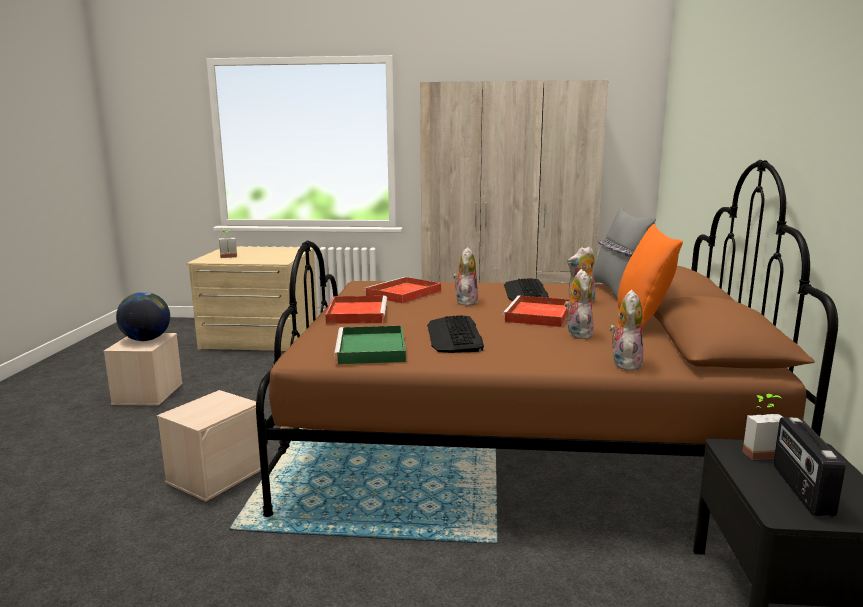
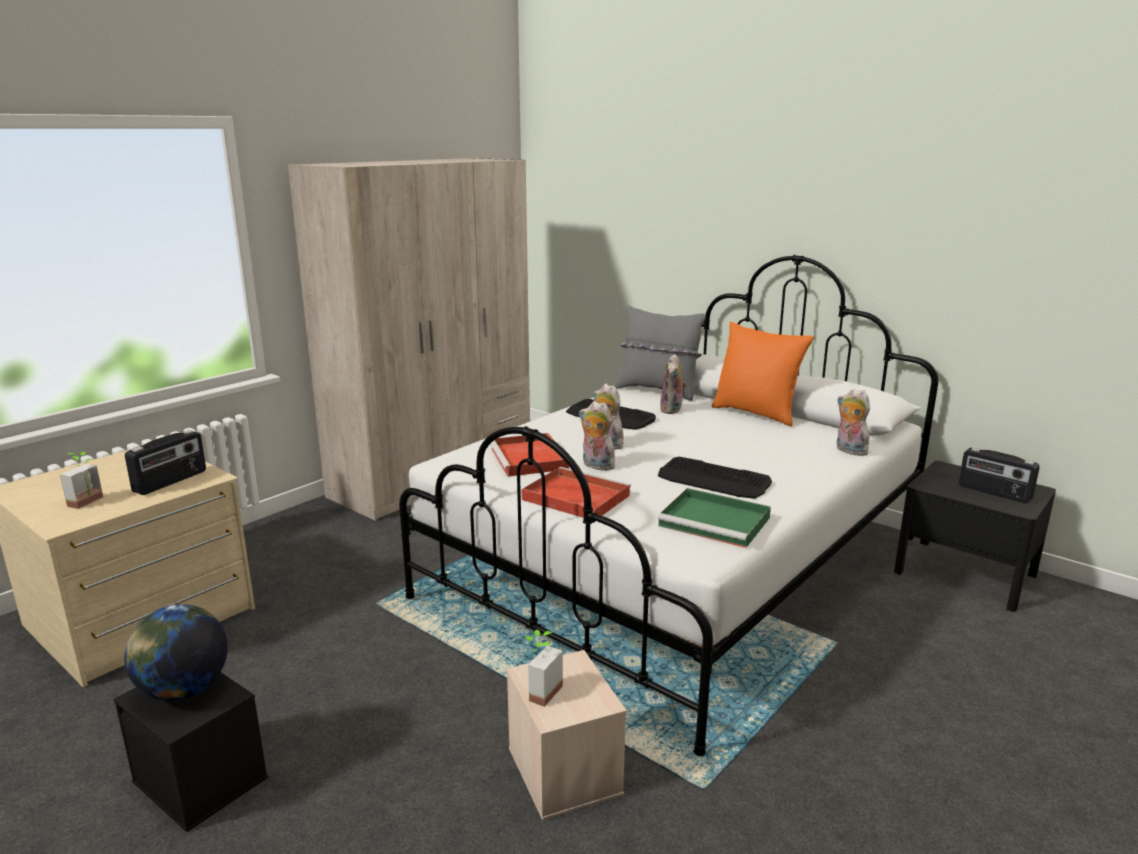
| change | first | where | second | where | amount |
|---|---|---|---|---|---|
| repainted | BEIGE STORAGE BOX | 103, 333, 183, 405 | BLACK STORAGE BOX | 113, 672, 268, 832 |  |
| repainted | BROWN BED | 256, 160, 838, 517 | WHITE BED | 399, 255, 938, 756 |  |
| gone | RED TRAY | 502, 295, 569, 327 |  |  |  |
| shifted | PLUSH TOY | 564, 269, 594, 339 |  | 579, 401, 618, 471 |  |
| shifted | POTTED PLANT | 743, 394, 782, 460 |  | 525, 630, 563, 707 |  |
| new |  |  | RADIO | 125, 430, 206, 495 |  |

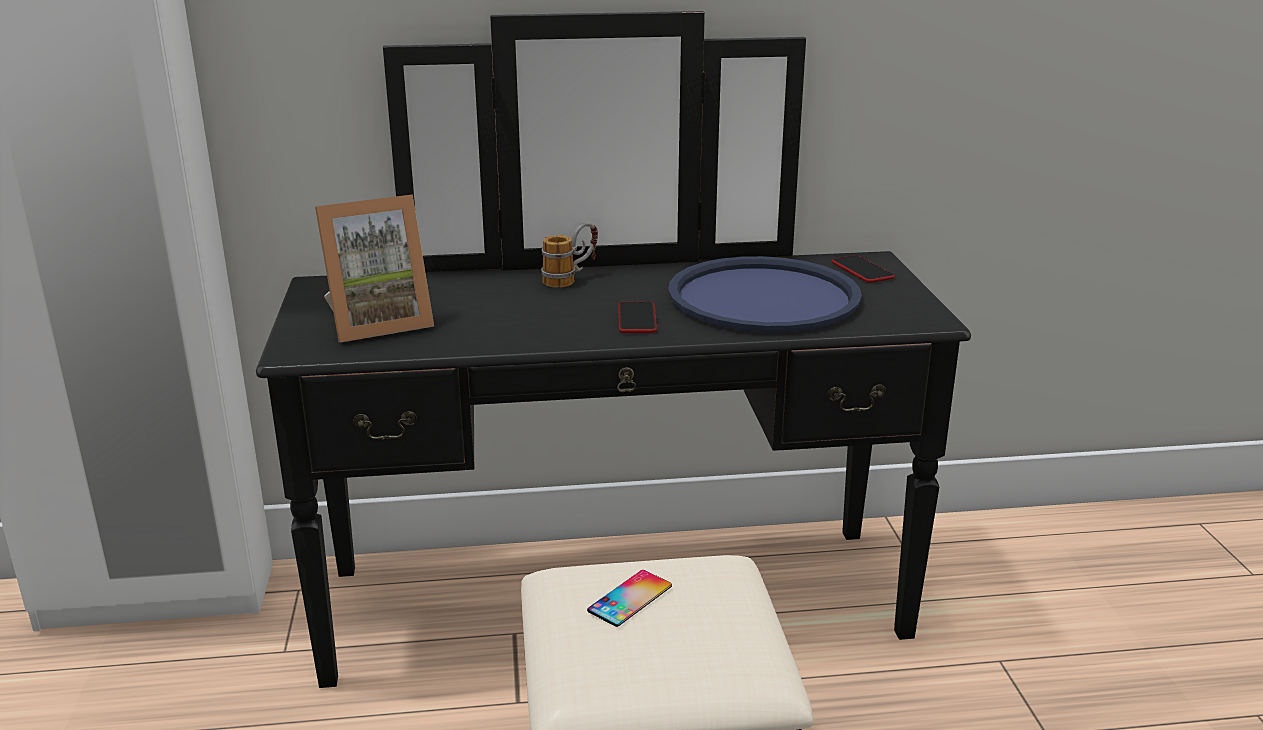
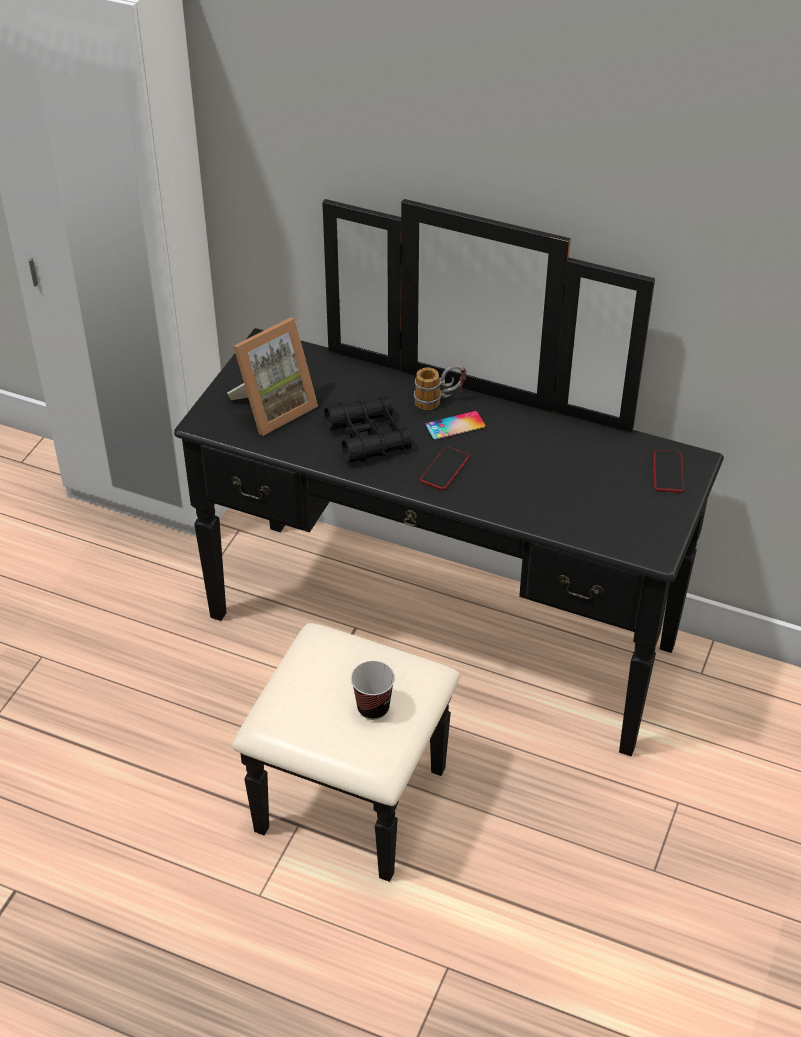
| change | first | where | second | where | amount |
|---|---|---|---|---|---|
| rotated | PICTURE FRAME | 315, 194, 434, 343 |  | 227, 317, 318, 436 | 45 degrees counterclockwise |
| shifted | PHONE | 587, 570, 672, 627 |  | 425, 411, 486, 440 |  |
| gone | BLUE TRAY | 668, 256, 862, 332 |  |  |  |
| new |  |  | BLACK BINOCULARS | 324, 396, 412, 463 |  |
| new |  |  | CUP | 351, 661, 395, 720 |  |

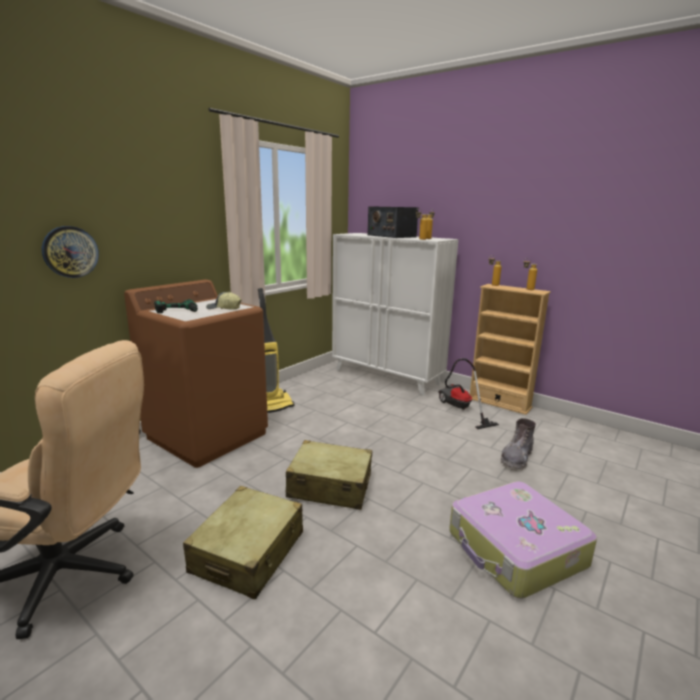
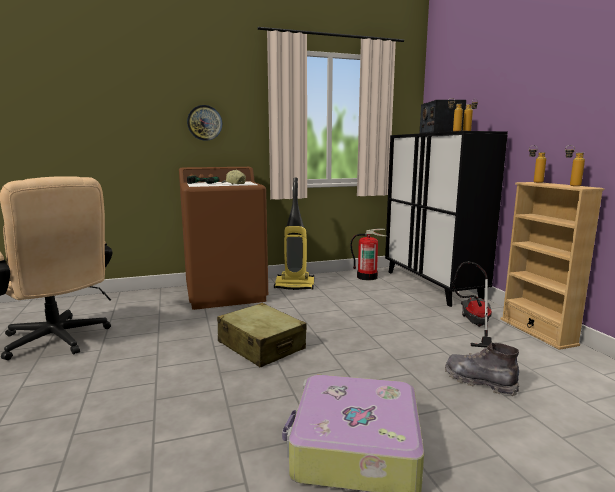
| change | first | where | second | where | amount |
|---|---|---|---|---|---|
| shifted | WALL CLOCK | 42, 226, 99, 278 |  | 187, 105, 222, 141 |  |
| gone | BEIGE SUITCASE | 183, 486, 303, 599 |  |  |  |
| repainted | WHITE CABINET | 332, 233, 458, 396 | BLACK CABINET | 385, 131, 508, 307 |  |
| rotated | GREY BOOT | 501, 418, 536, 471 |  | 445, 342, 519, 396 | 60 degrees clockwise |
| new |  |  | FIRE EXTINGUISHER | 350, 228, 386, 280 |  |

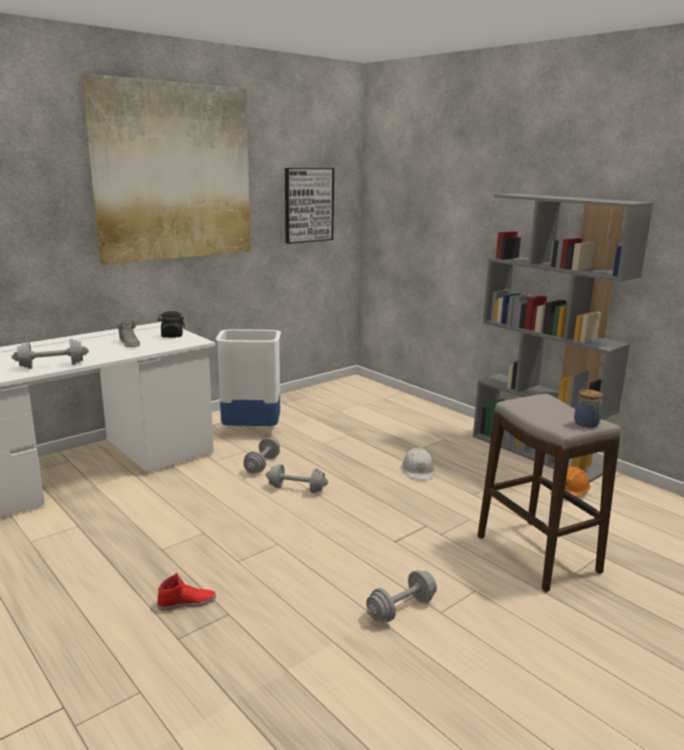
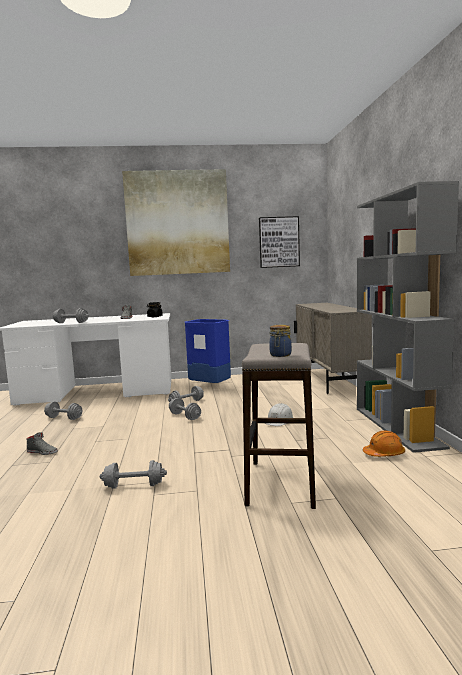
| change | first | where | second | where | amount |
|---|---|---|---|---|---|
| repainted | RED SHOE | 157, 573, 216, 610 | GREY SHOE | 26, 432, 58, 455 |  |
| repainted | WHITE TRASH CAN | 216, 329, 281, 426 | BLUE TRASH CAN | 185, 319, 231, 383 |  |
| new |  |  | GREY DUMBBELL | 44, 402, 82, 420 |  |
| new |  |  | BEIGE CABINET | 294, 303, 372, 394 |  |

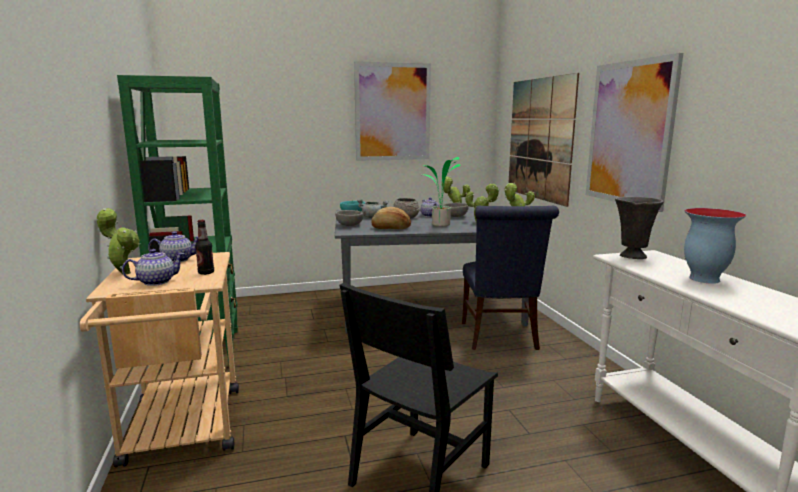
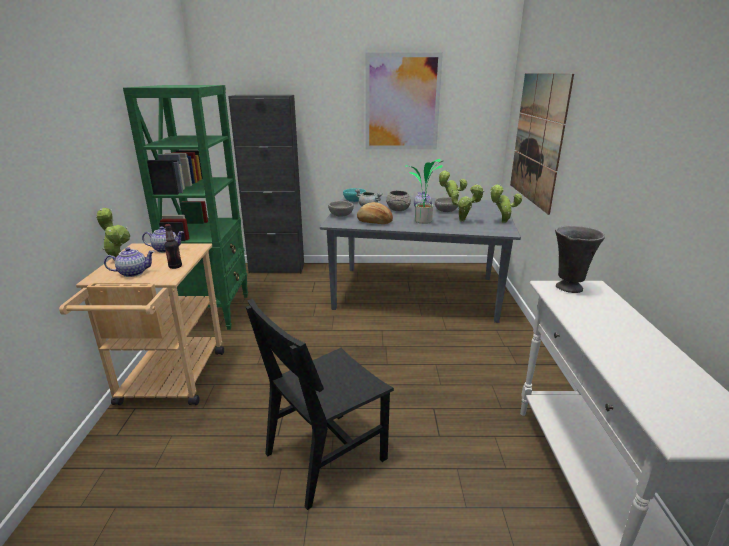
| change | first | where | second | where | amount |
|---|---|---|---|---|---|
| gone | BLUE CHAIR | 462, 206, 559, 350 |  |  |  |
| gone | PICTURE | 586, 53, 683, 212 |  |  |  |
| gone | VASE | 684, 208, 747, 284 |  |  |  |
| new |  |  | BLACK CABINET | 228, 95, 304, 273 |  |

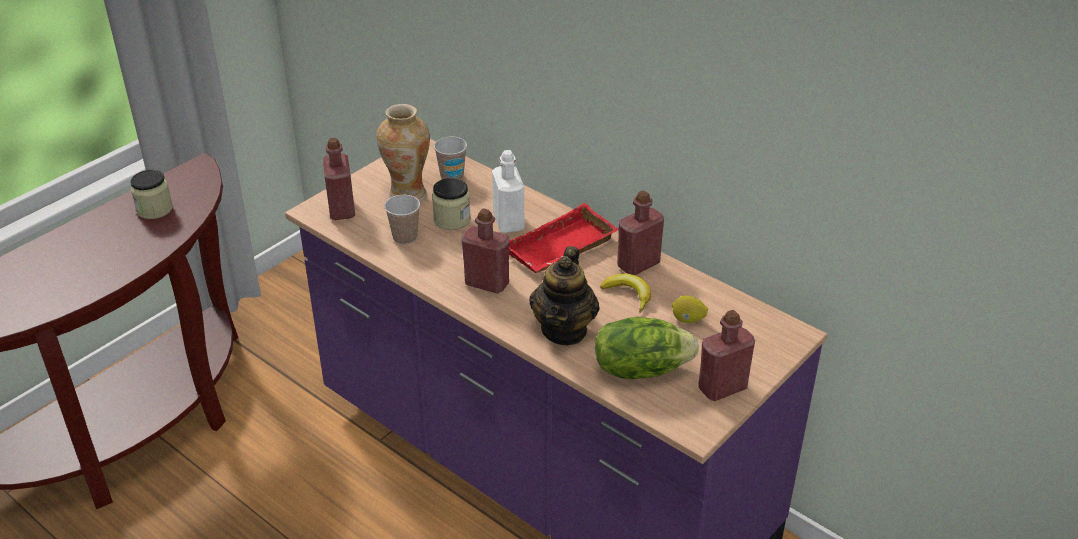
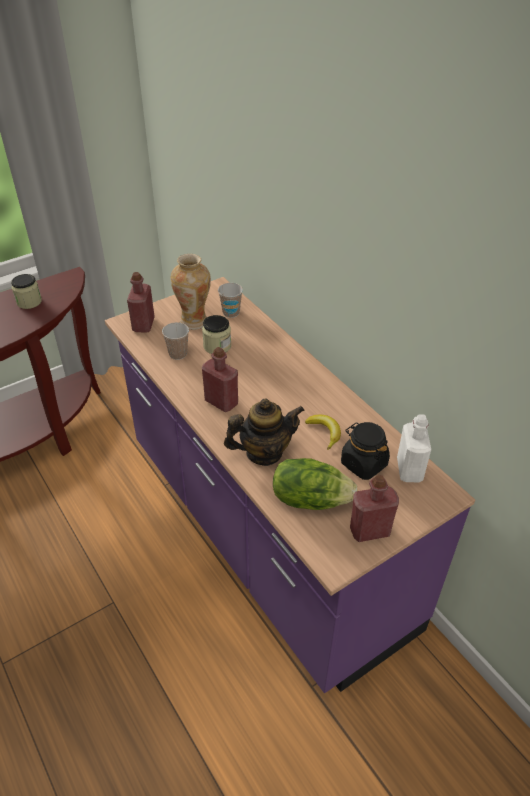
| change | first | where | second | where | amount |
|---|---|---|---|---|---|
| shifted | WHITE BOTTLE | 492, 150, 525, 233 |  | 397, 414, 431, 482 |  |
| gone | RED TRAY | 509, 203, 619, 273 |  |  |  |
| rotated | TEAPOT | 529, 246, 600, 345 |  | 224, 398, 304, 466 | 135 degrees counterclockwise |
| gone | RED BOTTLE | 617, 191, 664, 275 |  |  |  |
| swapped | LEMON | 672, 295, 708, 323 | BLACK JAR | 341, 422, 390, 480 |  |

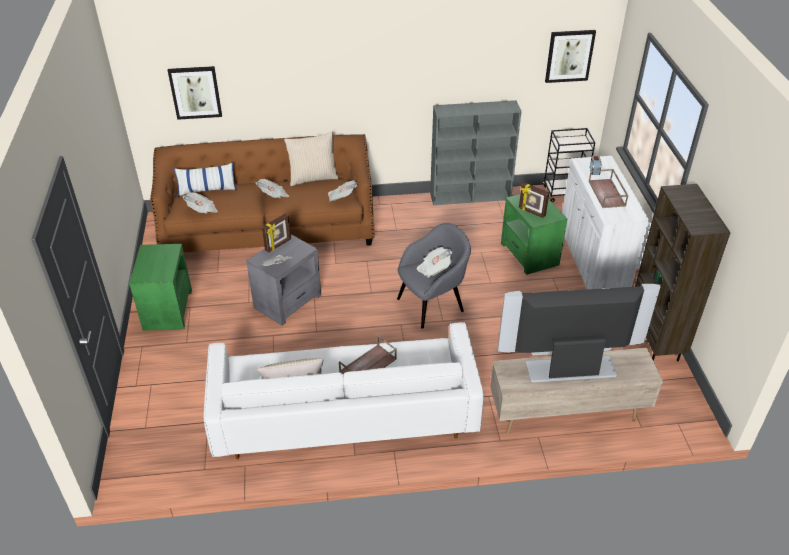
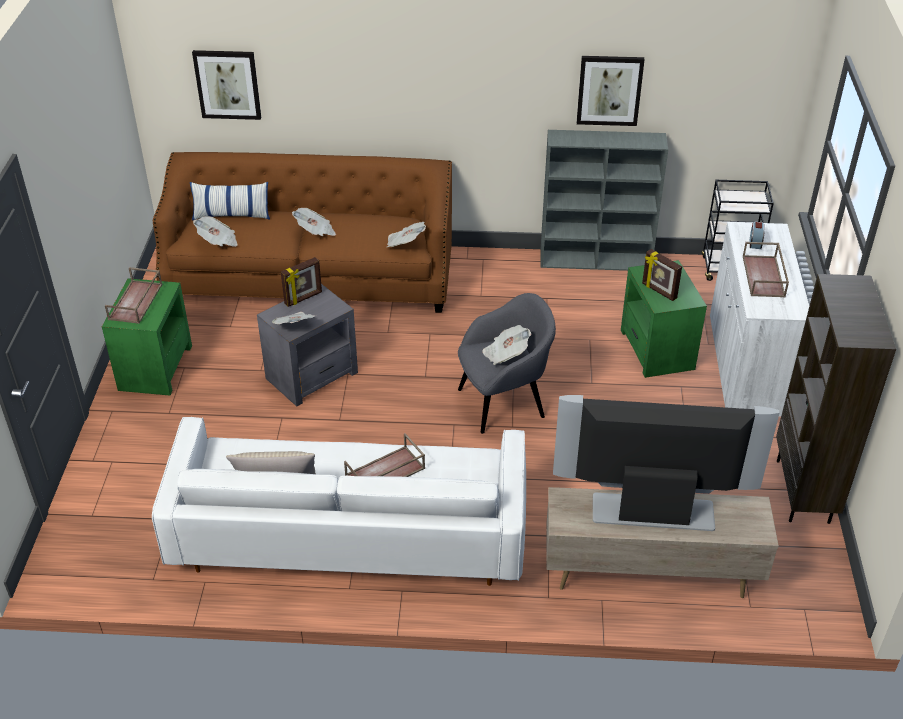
| change | first | where | second | where | amount |
|---|---|---|---|---|---|
| gone | BEIGE PILLOW | 284, 132, 339, 186 |  |  |  |
| shifted | PICTURE | 545, 30, 596, 83 |  | 577, 56, 645, 126 |  |
| new |  |  | BROWN TRAY | 105, 267, 162, 324 |  |

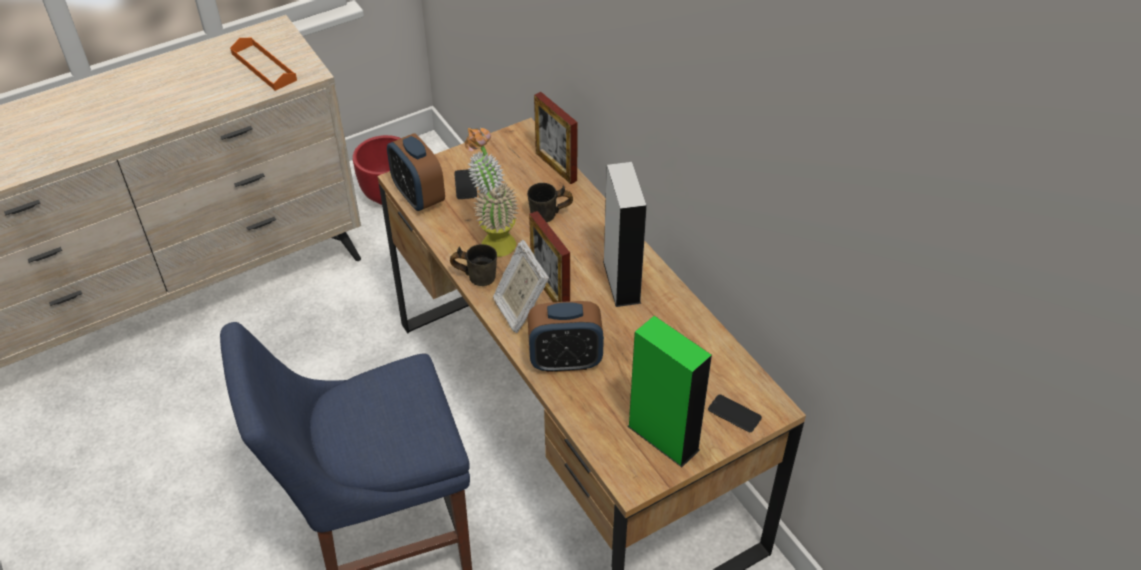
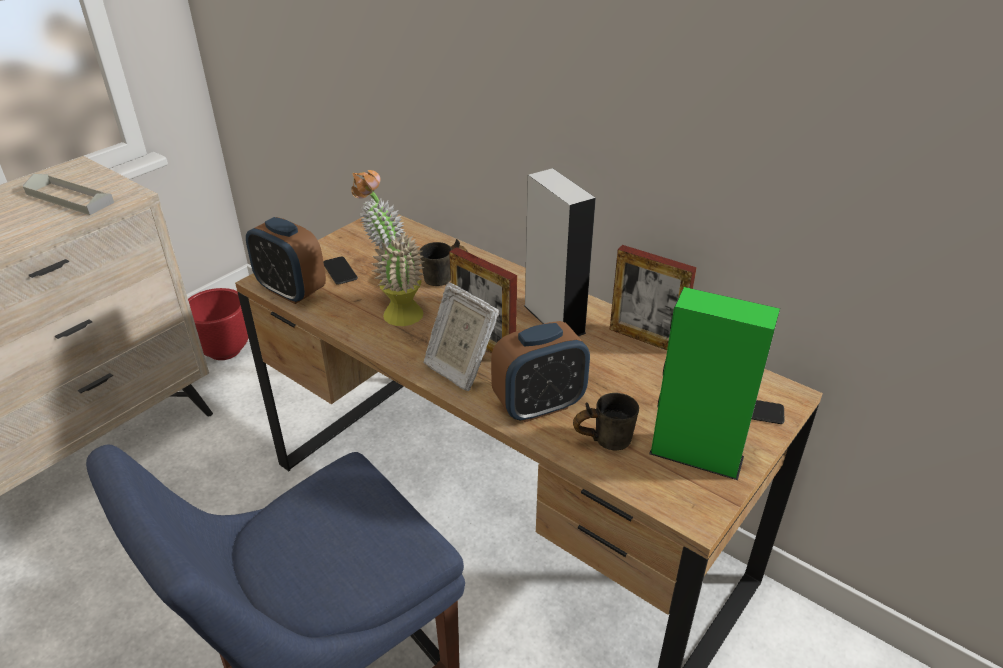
| change | first | where | second | where | amount |
|---|---|---|---|---|---|
| repainted | ORANGE TRAY | 230, 38, 297, 91 | GREY TRAY | 23, 174, 114, 215 |  |
| shifted | GREY MUG | 450, 244, 497, 286 |  | 573, 393, 639, 450 |  |
| shifted | PICTURE FRAME | 534, 92, 578, 184 |  | 610, 245, 697, 350 |  |

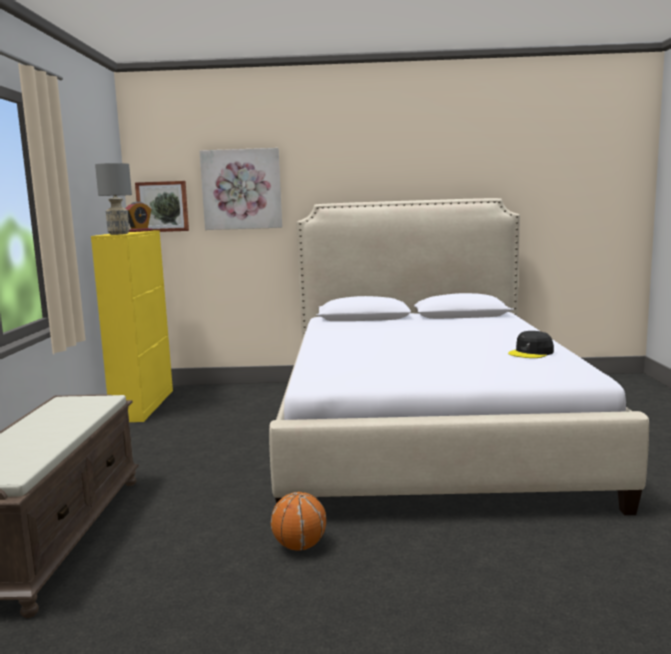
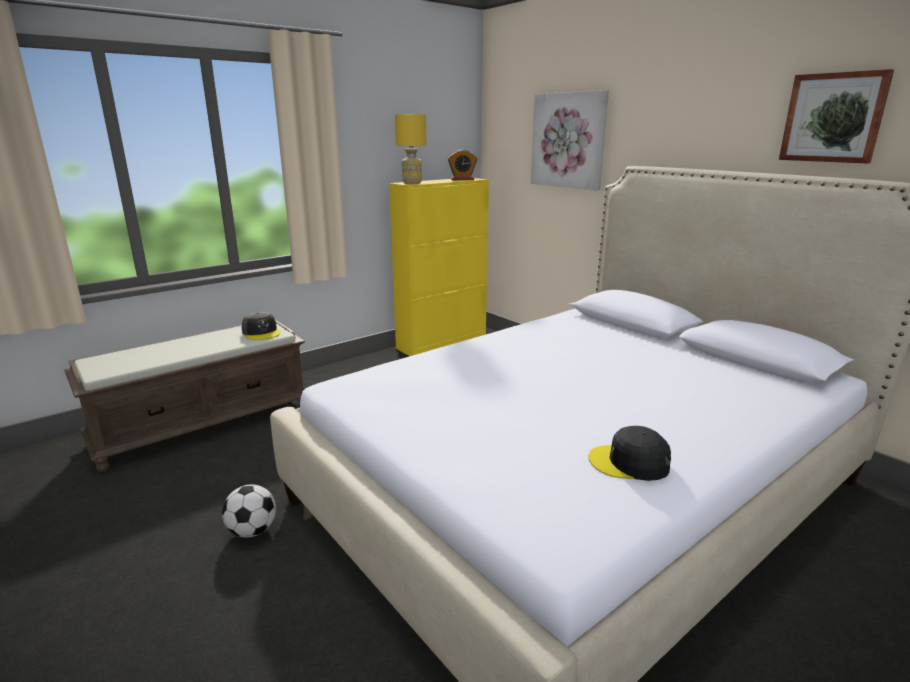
| change | first | where | second | where | amount |
|---|---|---|---|---|---|
| repainted | GREY TABLE LAMP | 95, 163, 132, 235 | YELLOW TABLE LAMP | 395, 114, 426, 184 |  |
| shifted | PICTURE | 135, 181, 189, 232 |  | 779, 69, 894, 163 |  |
| swapped | BASKETBALL | 271, 492, 326, 551 | FOOTBALL | 222, 484, 276, 537 |  |
| new |  |  | GREY CAP | 242, 312, 281, 340 |  |

